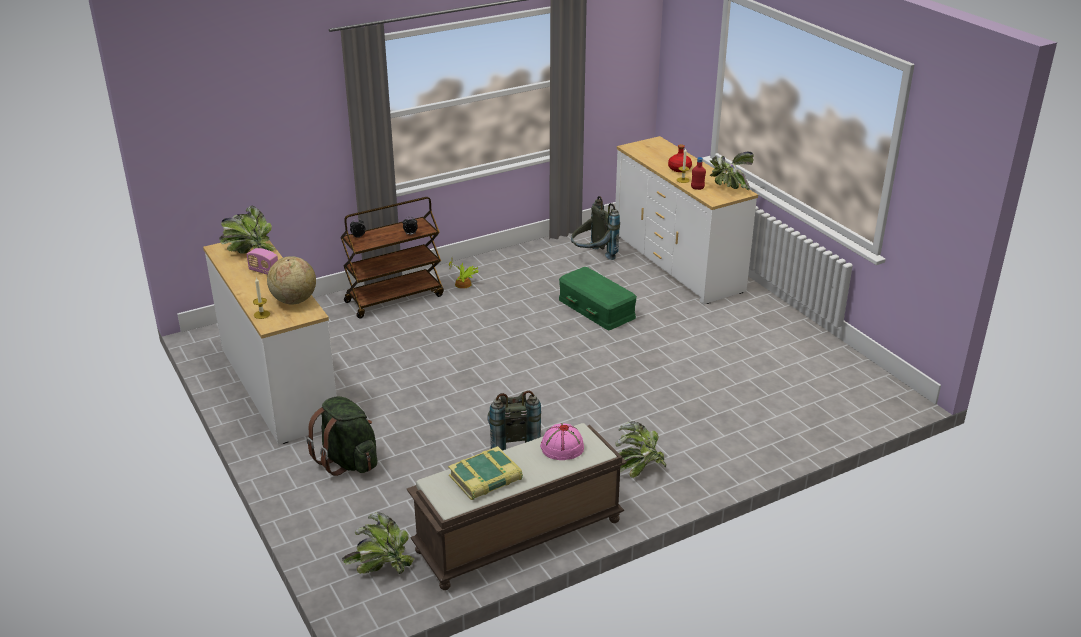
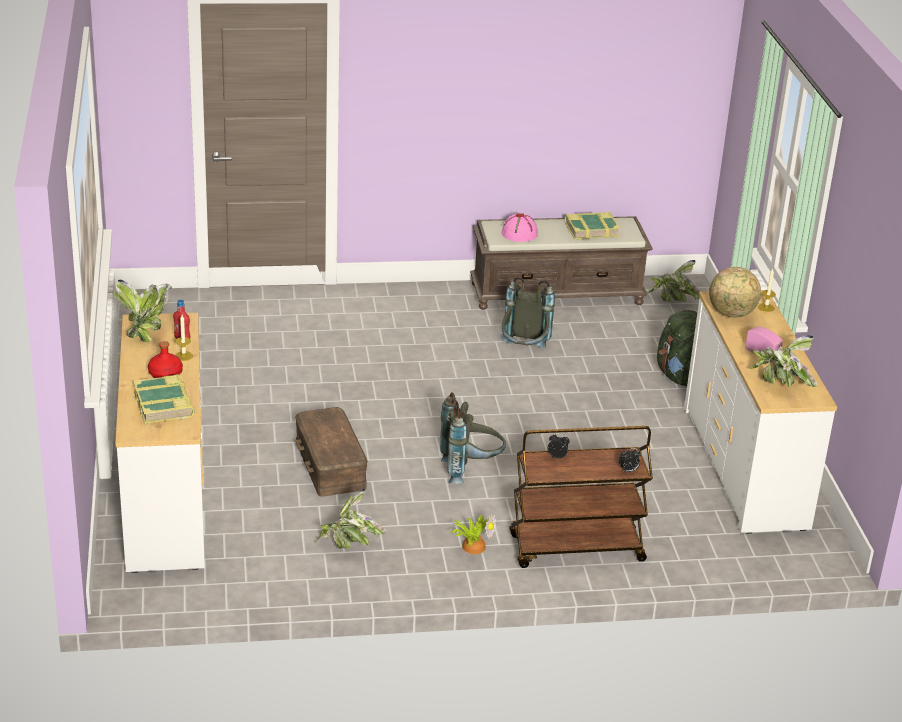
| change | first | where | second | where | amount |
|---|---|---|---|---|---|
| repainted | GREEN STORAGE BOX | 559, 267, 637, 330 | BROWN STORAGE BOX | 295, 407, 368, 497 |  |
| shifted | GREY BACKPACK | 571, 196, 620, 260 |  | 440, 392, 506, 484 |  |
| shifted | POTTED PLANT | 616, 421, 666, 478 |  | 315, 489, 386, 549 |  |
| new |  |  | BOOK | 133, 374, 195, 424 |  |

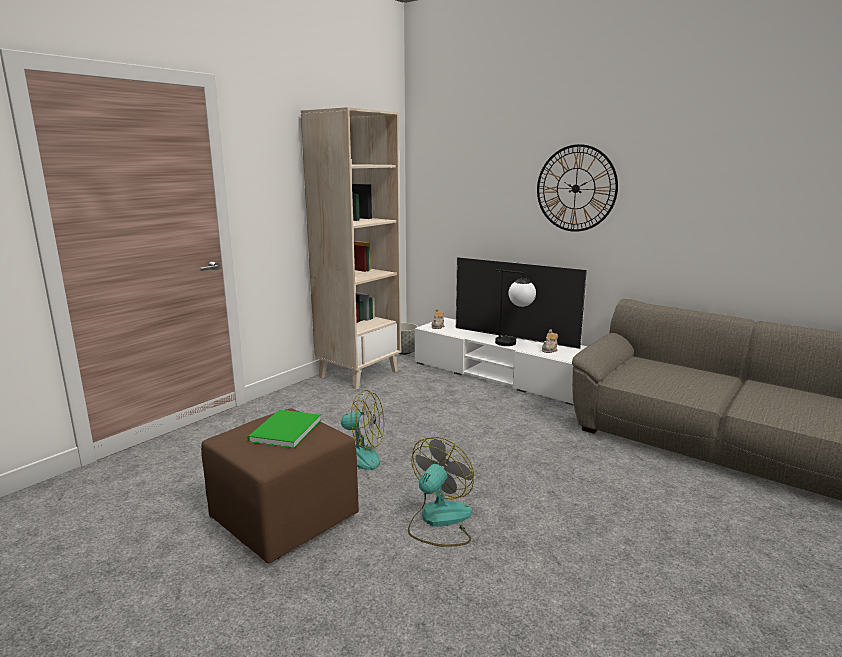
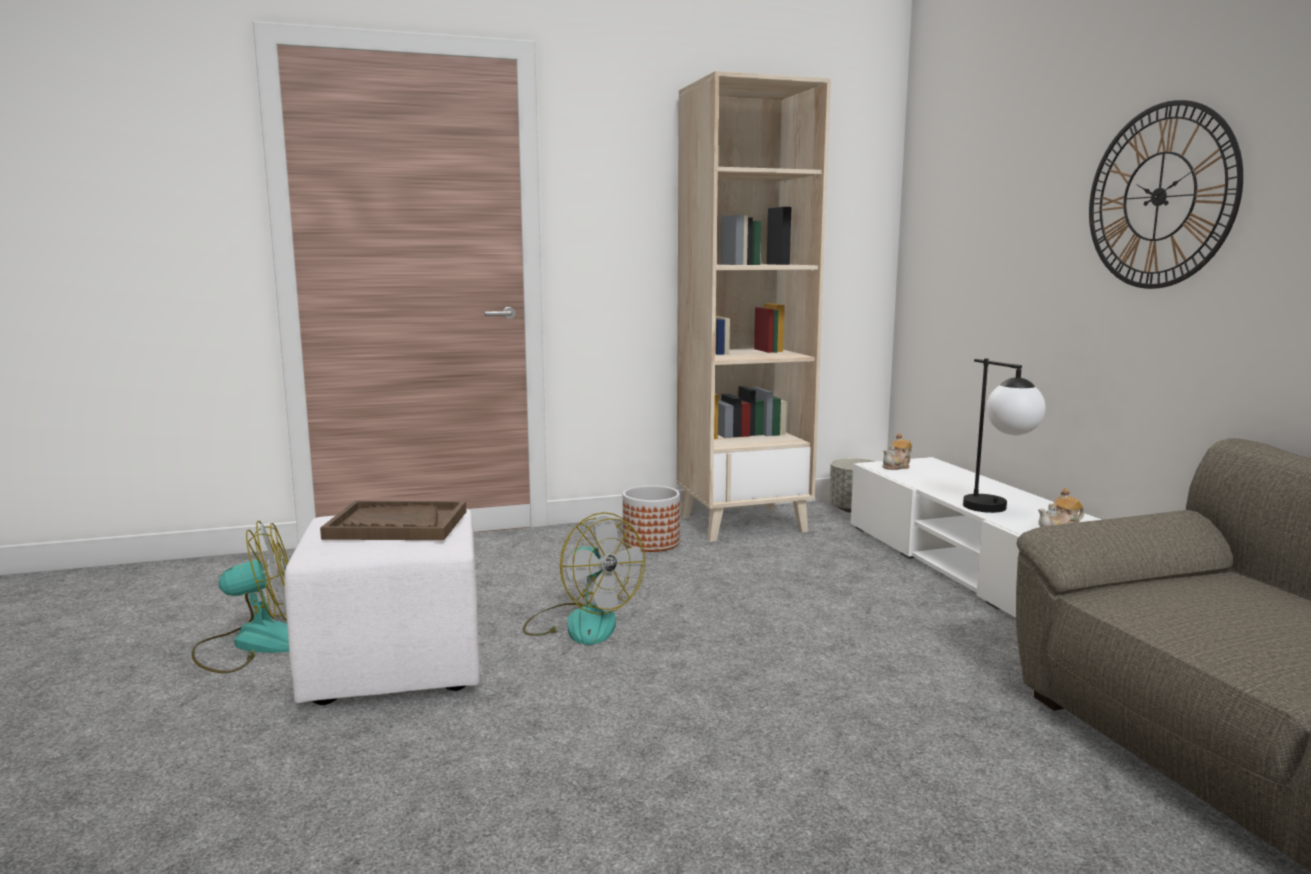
| change | first | where | second | where | amount |
|---|---|---|---|---|---|
| repainted | BROWN OTTOMAN | 201, 408, 359, 563 | WHITE OTTOMAN | 284, 508, 480, 705 |  |
| swapped | GREEN BOOK | 247, 410, 321, 448 | BROWN TRAY | 320, 501, 467, 540 |  |
| shifted | FAN | 408, 437, 474, 547 |  | 192, 521, 289, 673 |  |
| gone | TELEVISION | 456, 257, 587, 349 |  |  |  |
| new |  |  | PLANTER | 623, 485, 680, 552 |  |

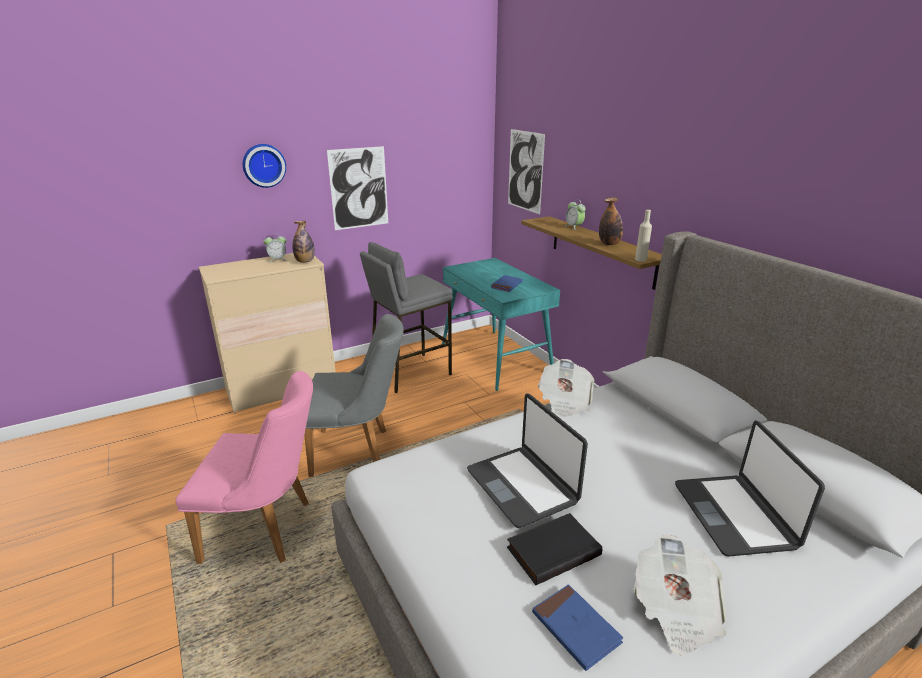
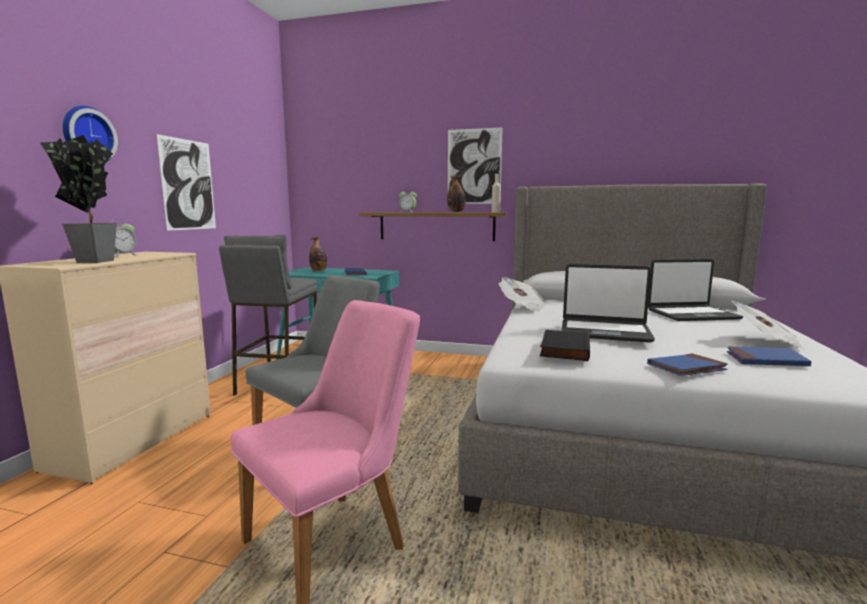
| change | first | where | second | where | amount |
|---|---|---|---|---|---|
| shifted | BOTTLE | 292, 221, 315, 263 |  | 309, 237, 327, 271 |  |
| shifted | BLACK BOOK | 507, 513, 602, 585 |  | 540, 330, 590, 361 |  |
| shifted | PICTURE | 508, 129, 545, 214 |  | 448, 127, 503, 204 |  |
| rotated | LAPTOP | 675, 420, 825, 557 |  | 648, 259, 743, 321 | 45 degrees counterclockwise |
| new |  |  | POTTED PLANT | 40, 135, 117, 263 |  |
| new |  |  | BLUE BOOK | 647, 353, 728, 376 |  |

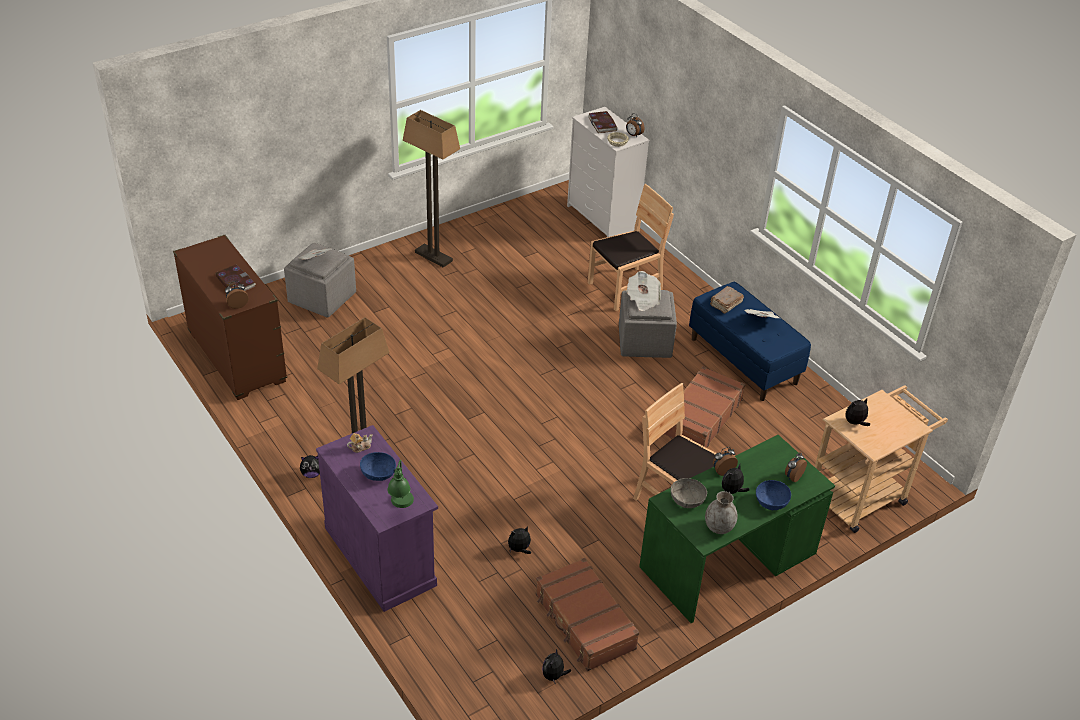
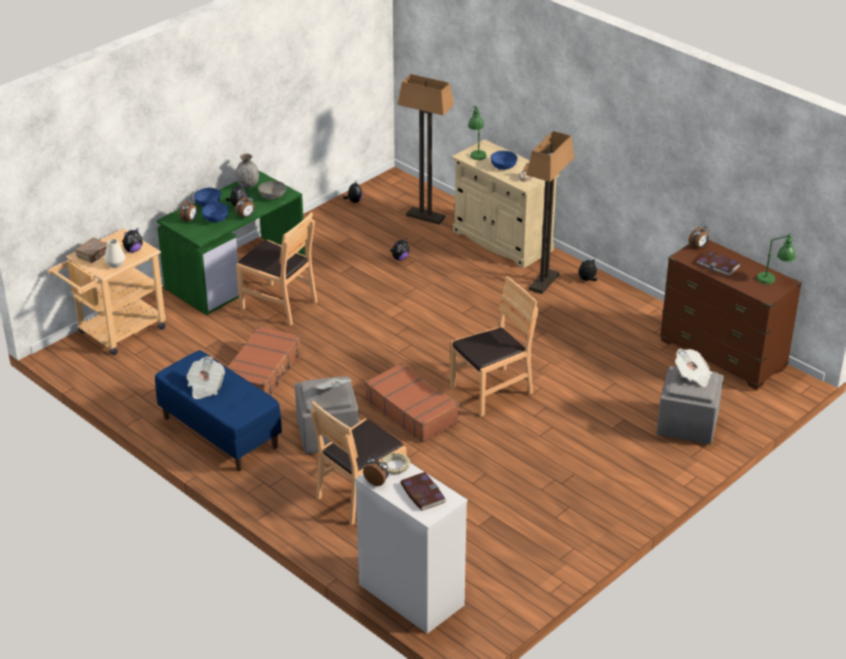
| change | first | where | second | where | amount |
|---|---|---|---|---|---|
| repainted | PURPLE CABINET | 316, 425, 438, 612 | BEIGE CABINET | 452, 139, 559, 269 |  |
| shifted | FLOOR LAMP | 403, 110, 460, 268 |  | 397, 74, 454, 224 |  |
| shifted | BROWN SUITCASE | 536, 558, 639, 671 |  | 365, 363, 459, 442 |  |
| shifted | BROWN BOOK | 710, 286, 744, 314 |  | 75, 238, 107, 263 |  |
| new |  |  | WHITE VASE | 104, 239, 125, 268 |  |
| new |  |  | BLUE BOWL | 202, 202, 229, 222 |  |
| new |  |  | BROWN CHAIR | 450, 276, 538, 417 |  |
| new |  |  | GREEN TABLE LAMP | 756, 234, 796, 284 |  |

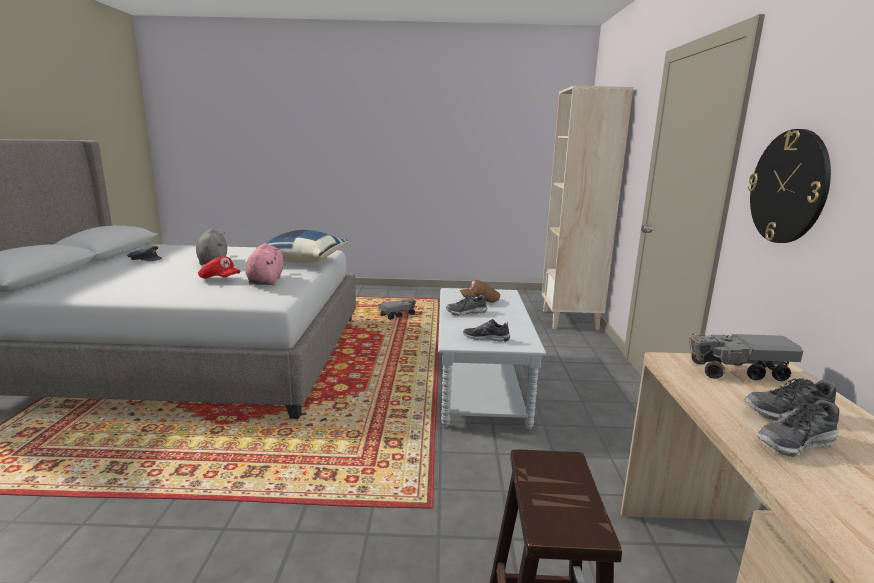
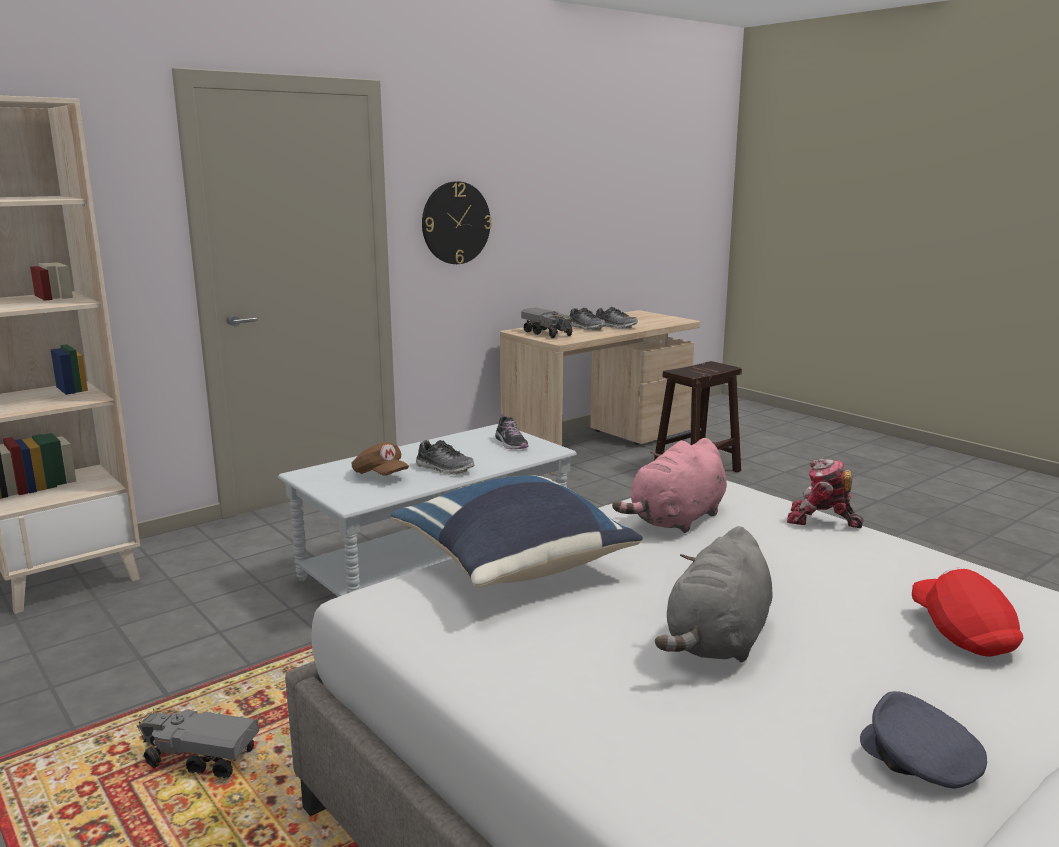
| change | first | where | second | where | amount |
|---|---|---|---|---|---|
| shifted | RED CAP | 198, 256, 240, 279 |  | 912, 567, 1023, 657 |  |
| new |  |  | TOY ROBOT | 787, 459, 863, 528 |  |

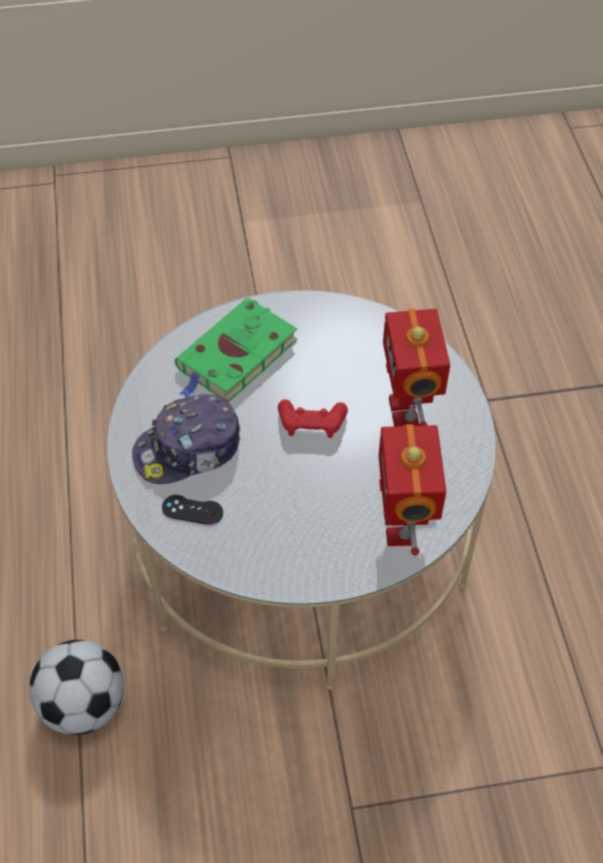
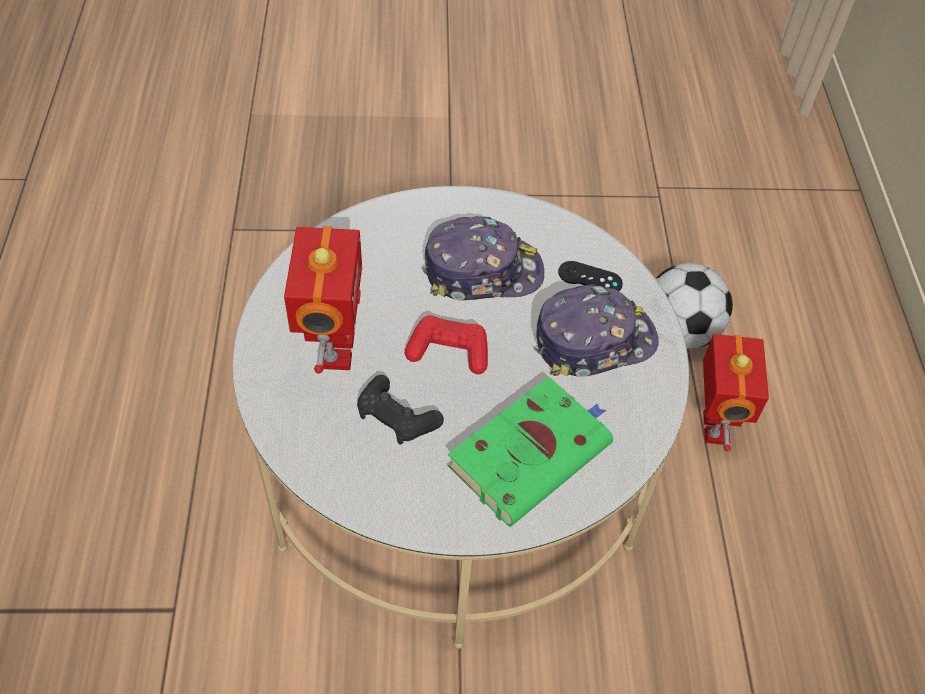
| change | first | where | second | where | amount |
|---|---|---|---|---|---|
| shifted | TOY ROBOT | 378, 424, 446, 556 |  | 703, 334, 769, 452 |  |
| new |  |  | BLACK GAME CONTROLLER | 357, 375, 444, 445 |  |
| new |  |  | CAP | 422, 216, 544, 300 |  |

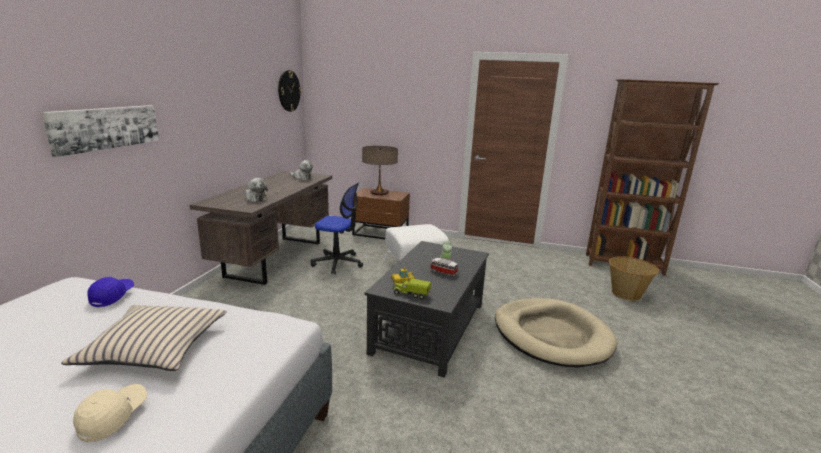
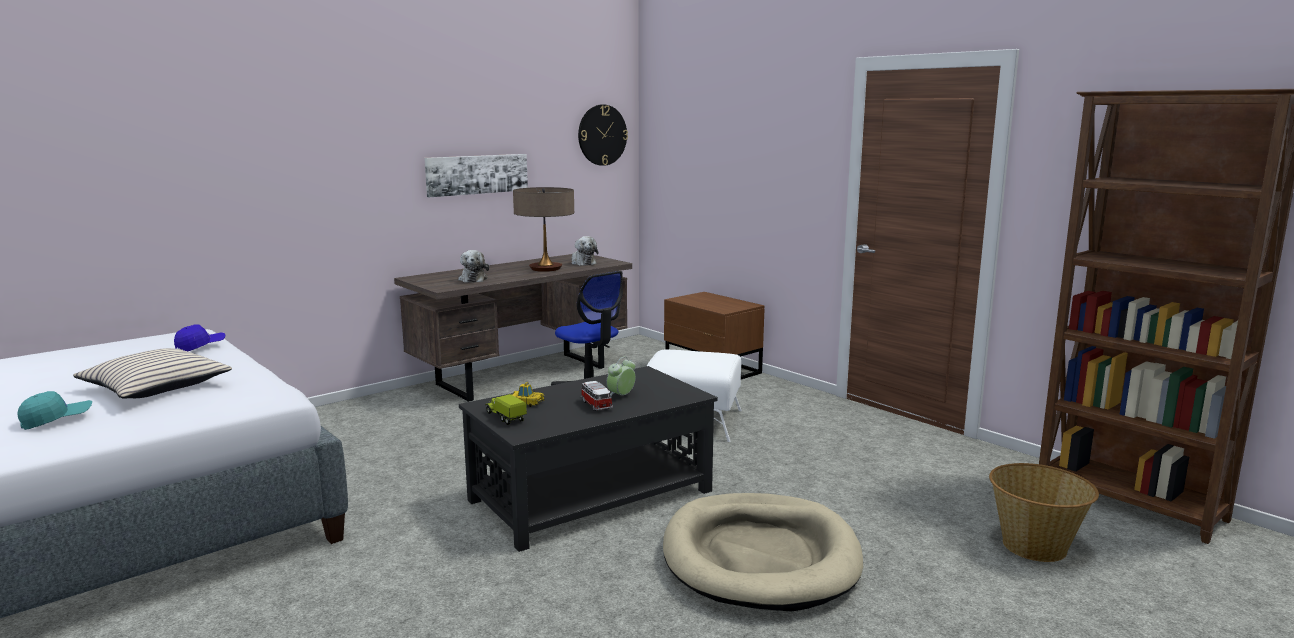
| change | first | where | second | where | amount |
|---|---|---|---|---|---|
| shifted | PICTURE | 42, 105, 159, 157 |  | 424, 154, 528, 197 |  |
| repainted | BEIGE CAP | 73, 384, 147, 442 | TURQUOISE CAP | 17, 391, 92, 430 |  |
| shifted | TABLE LAMP | 362, 146, 398, 195 |  | 513, 187, 574, 272 |  |

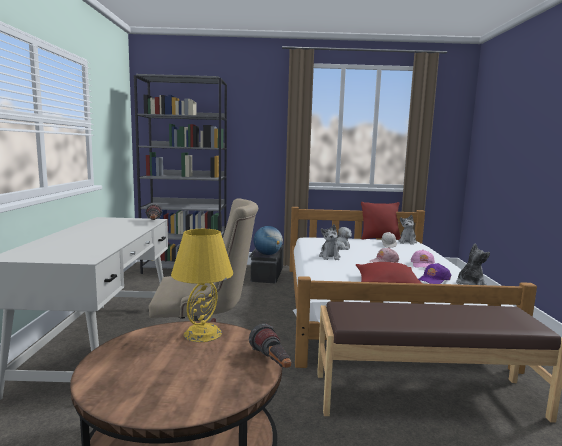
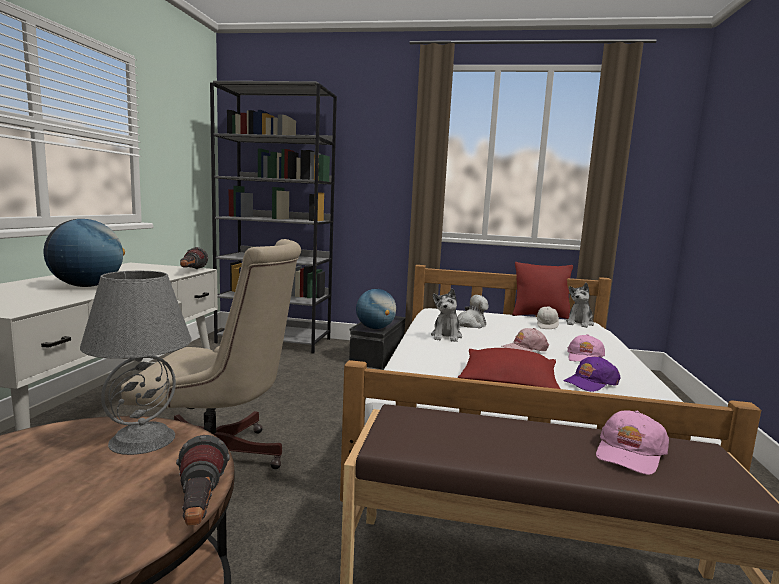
| change | first | where | second | where | amount |
|---|---|---|---|---|---|
| repainted | YELLOW TABLE LAMP | 171, 229, 233, 342 | GREY TABLE LAMP | 80, 271, 192, 455 |  |
| gone | PLUSH TOY | 456, 244, 490, 285 |  |  |  |
| new |  |  | GLOBE | 44, 219, 125, 287 |  |
| new |  |  | PINK CAP | 596, 411, 669, 475 |  |

